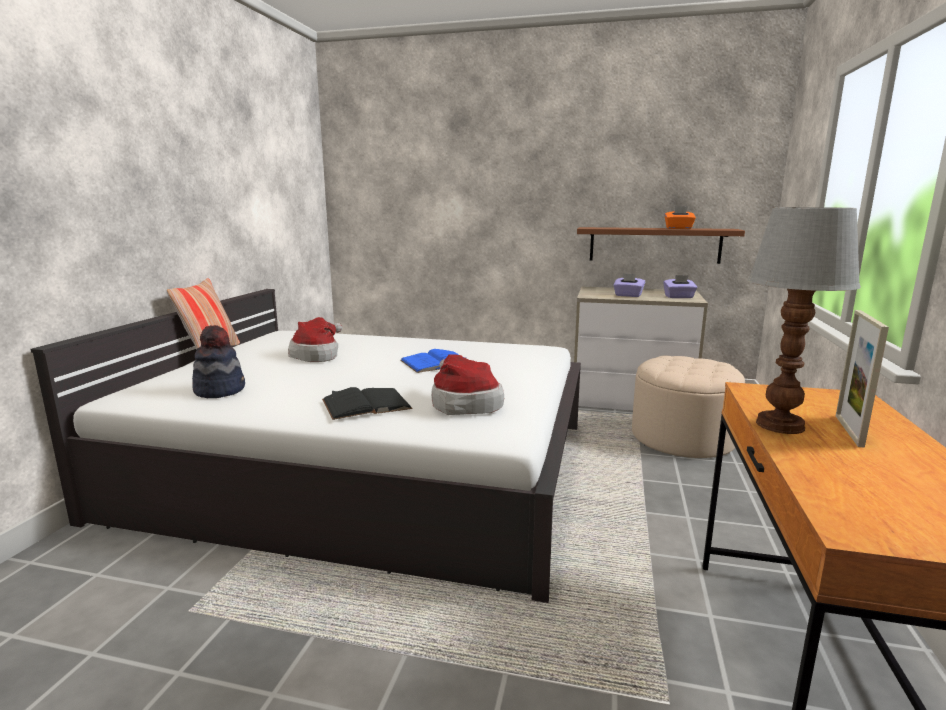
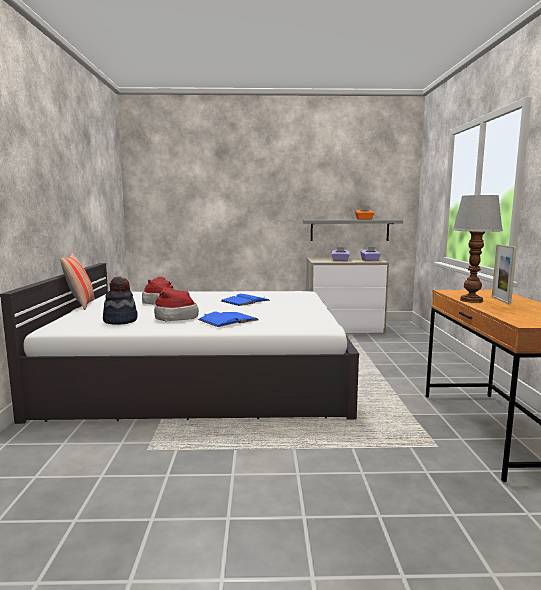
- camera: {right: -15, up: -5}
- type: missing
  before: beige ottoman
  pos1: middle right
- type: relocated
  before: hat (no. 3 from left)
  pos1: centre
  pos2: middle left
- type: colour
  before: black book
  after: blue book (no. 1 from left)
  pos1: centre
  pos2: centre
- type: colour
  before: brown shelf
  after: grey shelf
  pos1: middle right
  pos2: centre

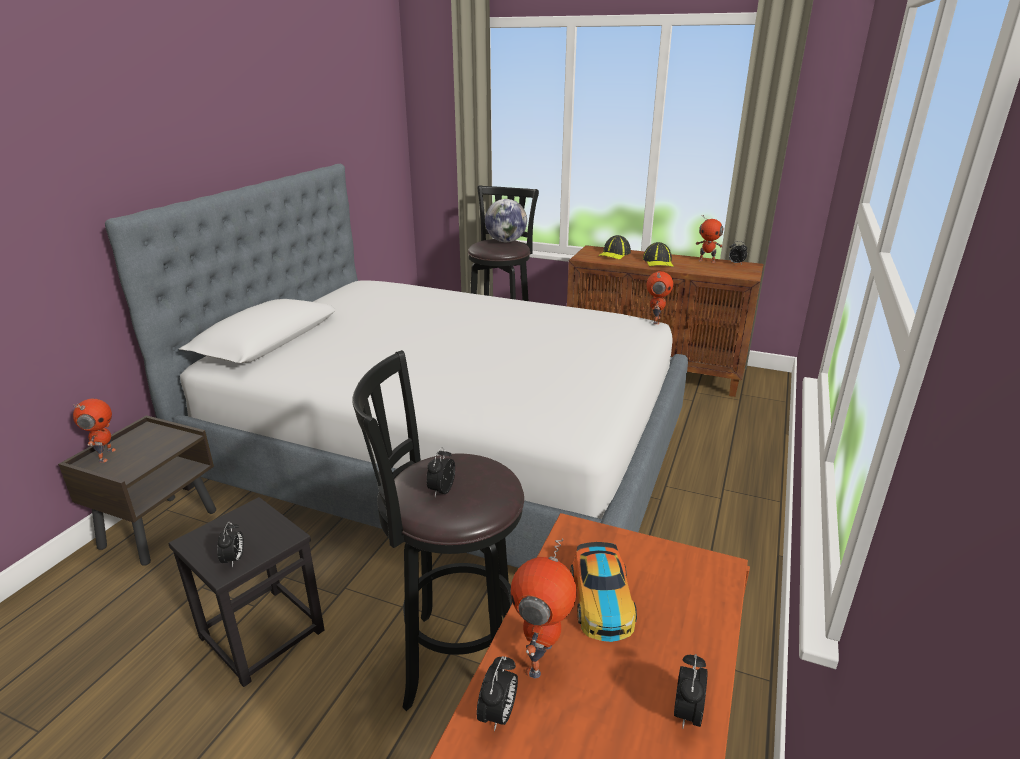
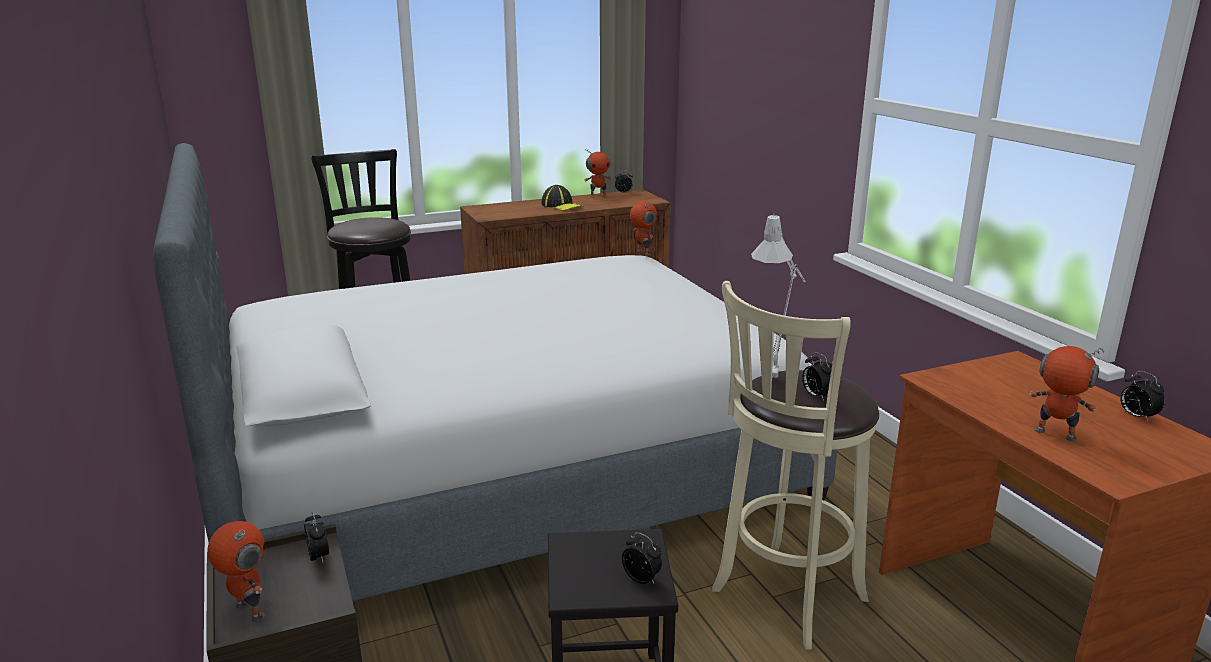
- camera: {right: -45, up: -5}
- type: missing
  before: globe
  pos1: top centre
- type: missing
  before: toy car
  pos1: bottom centre
- type: missing
  before: cap (no. 1 from left)
  pos1: top centre
- type: appeared
  after: grey table lamp
  pos2: centre
- type: relocated
  before: alarm clock (no. 3 from left in the first image)
  after: alarm clock (no. 1 from left)
  pos1: bottom centre
  pos2: bottom left
- type: colour
  before: black stool (no. 2 from left)
  after: beige stool
  pos1: bottom centre
  pos2: bottom centre
- type: spun
  before: toy robot (no. 2 from left in the first image)
  pos1: bottom centre
  pos2: middle right
  turn: 150

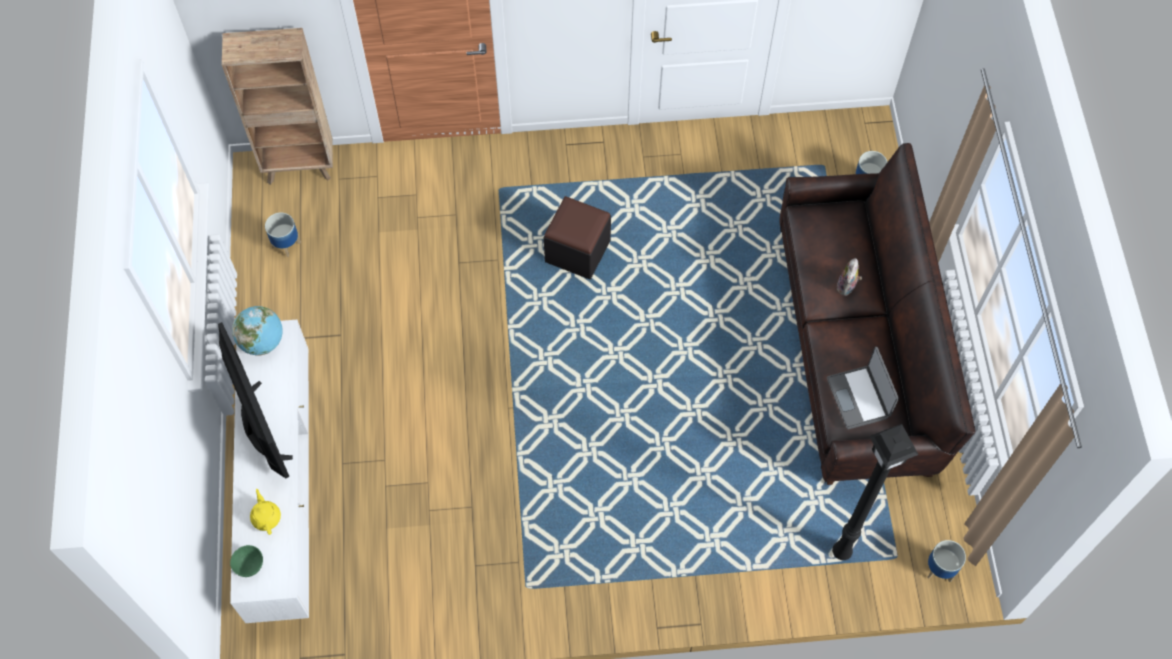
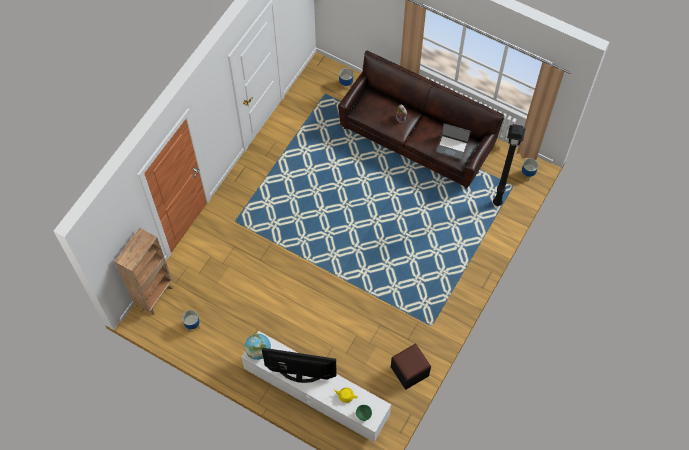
- camera: {right: -55, up: 0}
- type: relocated
  before: black ottoman
  pos1: centre
  pos2: bottom centre

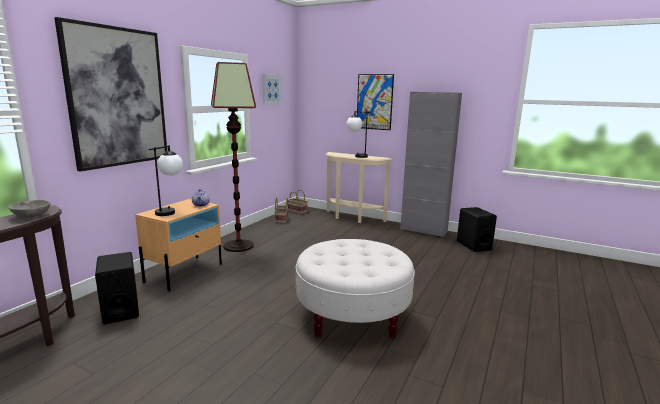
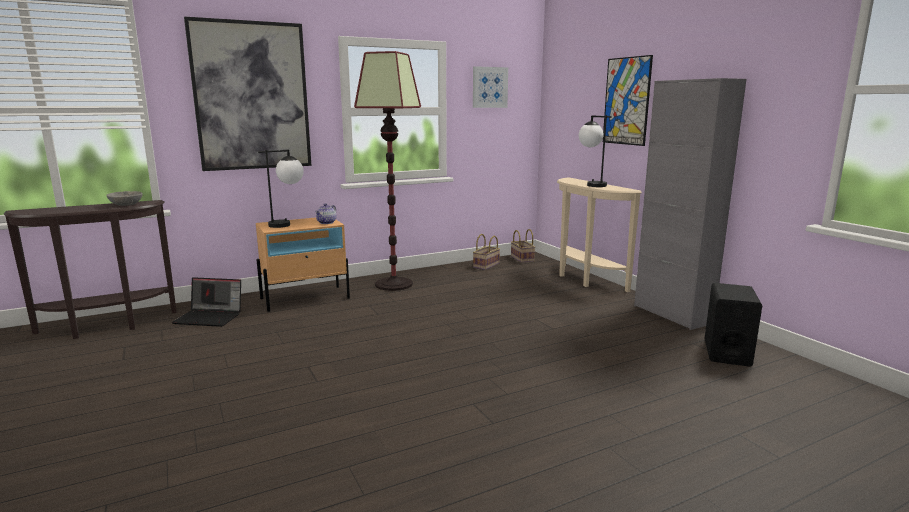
- camera: {right: 35, up: 0}
- type: missing
  before: white ottoman
  pos1: bottom centre
- type: exchanged
  before: black speaker (no. 1 from left)
  after: laptop
  pos1: bottom left
  pos2: middle left

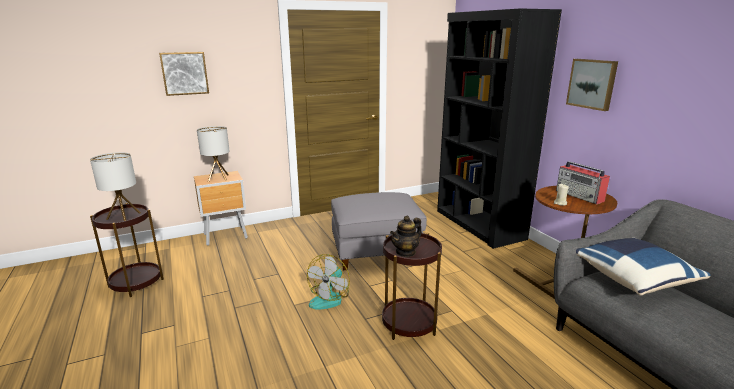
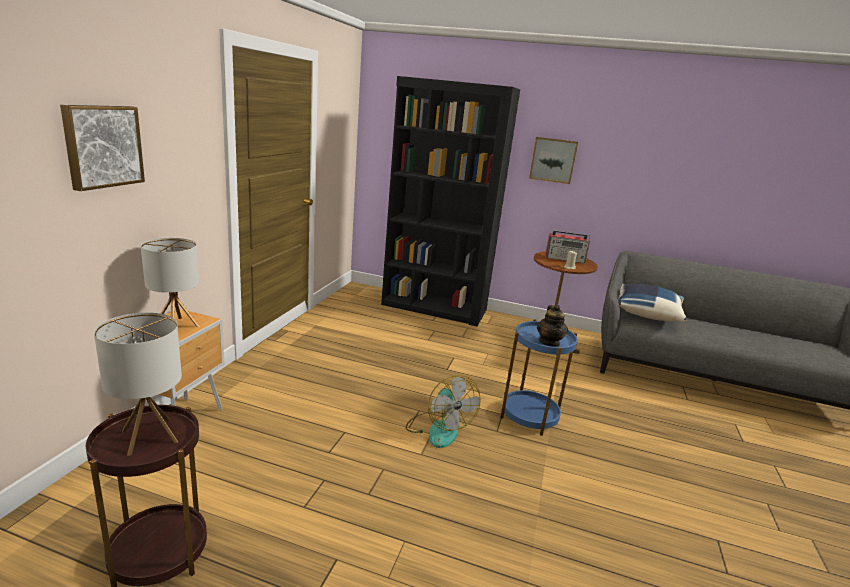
- camera: {right: -50, up: 0}
- type: missing
  before: grey ottoman
  pos1: centre
- type: colour
  before: brown side table (no. 2 from left)
  after: blue side table
  pos1: bottom centre
  pos2: centre

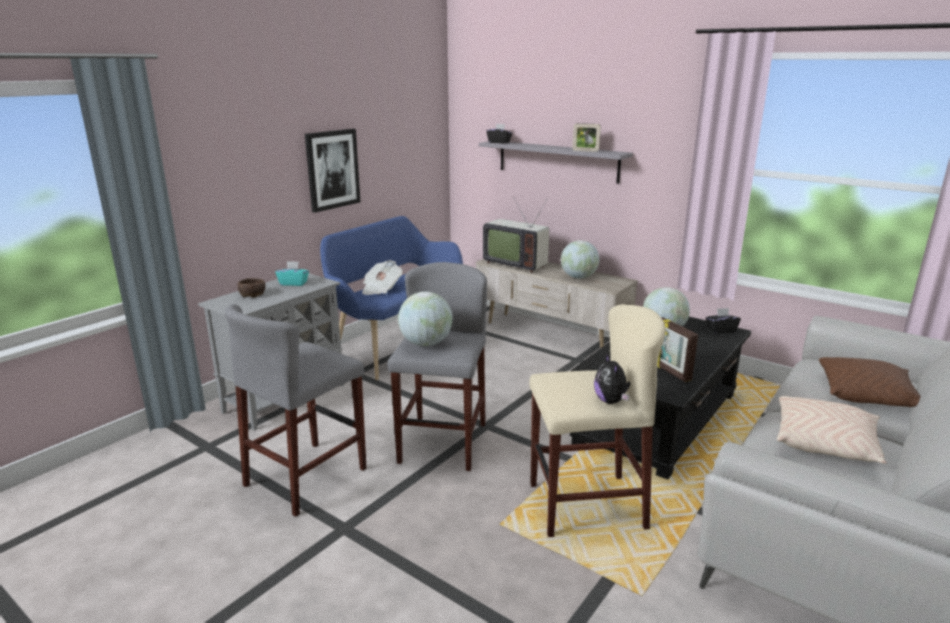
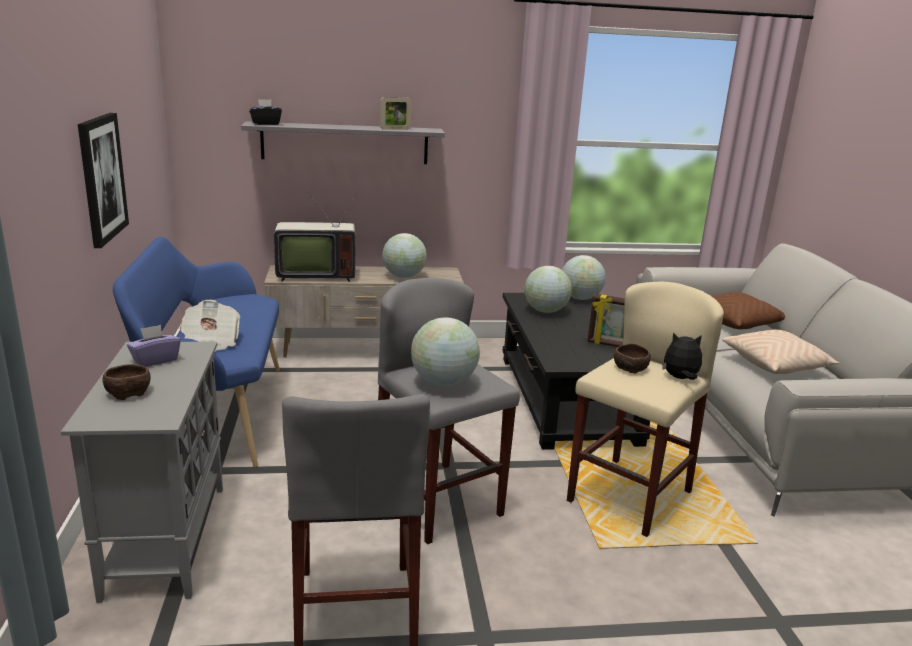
- camera: {right: -45, up: 0}
- type: appeared
  after: brown bowl (no. 2 from left)
  pos2: middle right
- type: exchanged
  before: black tissue box (no. 2 from left)
  after: globe (no. 4 from left)
  pos1: middle right
  pos2: centre
- type: colour
  before: turquoise tissue box
  after: purple tissue box
  pos1: middle left
  pos2: middle left
- type: spun
  before: plush toy
  pos1: centre
  pos2: middle right
  turn: 150

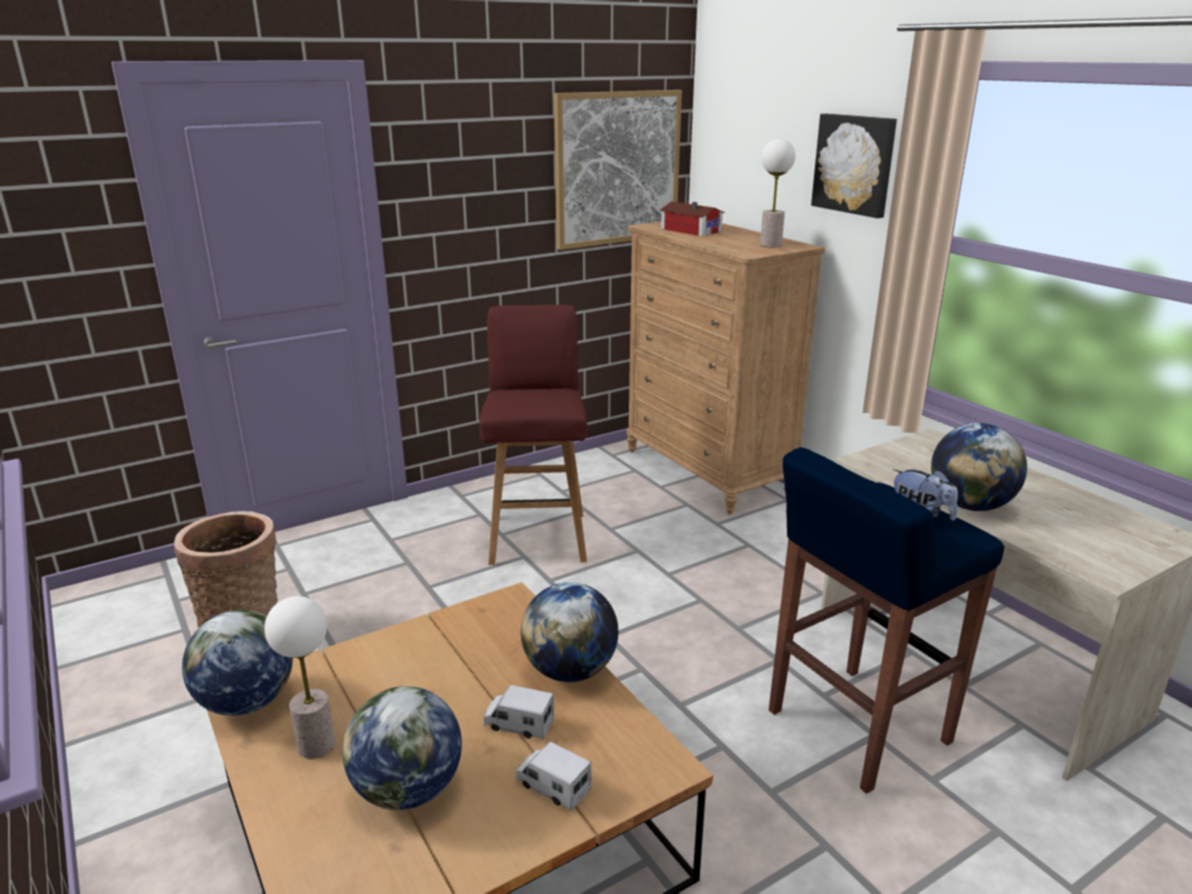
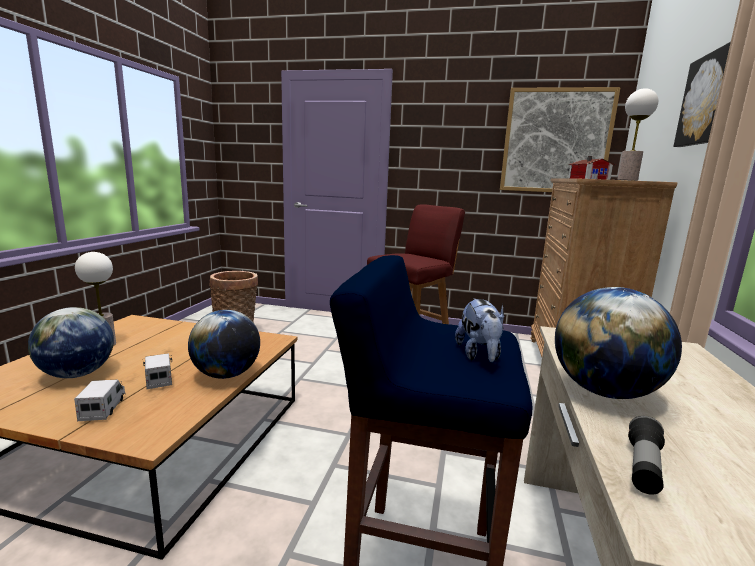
- camera: {right: 45, up: -10}
- type: missing
  before: globe (no. 1 from left)
  pos1: bottom left
- type: appeared
  after: flashlight
  pos2: bottom right

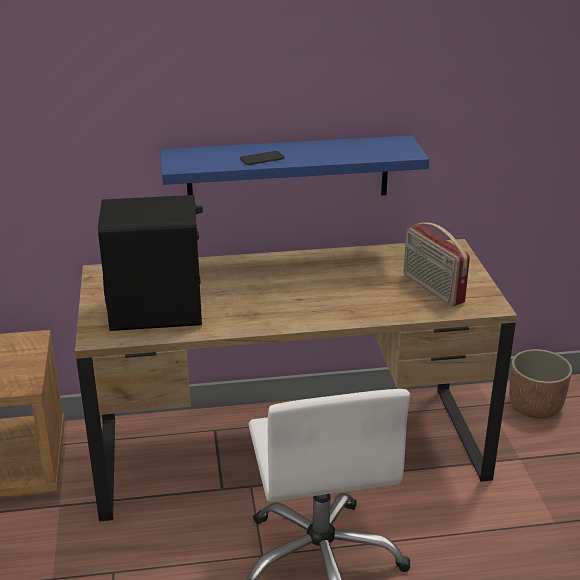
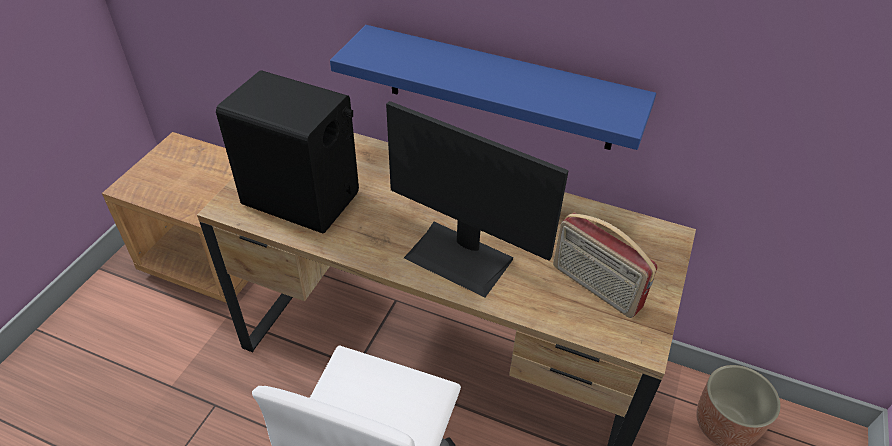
- camera: {right: 30, up: 15}
- type: missing
  before: phone
  pos1: top centre
- type: appeared
  after: monitor
  pos2: centre
- type: spun
  before: radio
  pos1: middle right
  pos2: middle right
  turn: -45

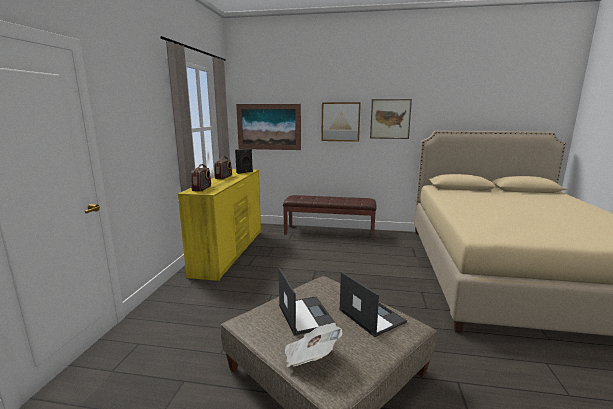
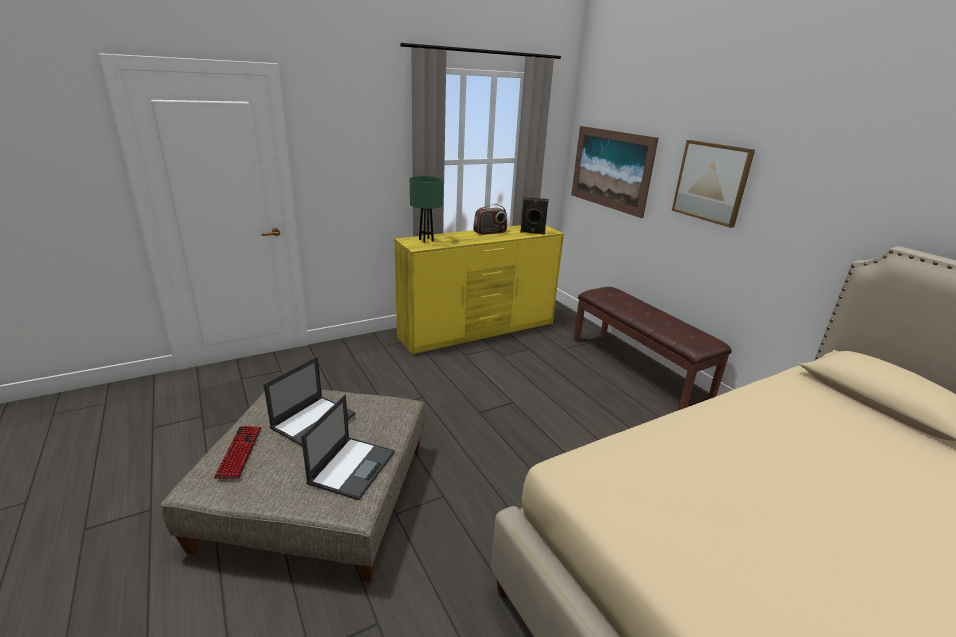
- camera: {right: 50, up: 10}
- type: missing
  before: picture (no. 3 from left)
  pos1: top centre
- type: exchanged
  before: radio (no. 1 from left)
  after: green table lamp
  pos1: middle left
  pos2: top centre
- type: exchanged
  before: newspaper
  after: keyboard
  pos1: bottom centre
  pos2: bottom left

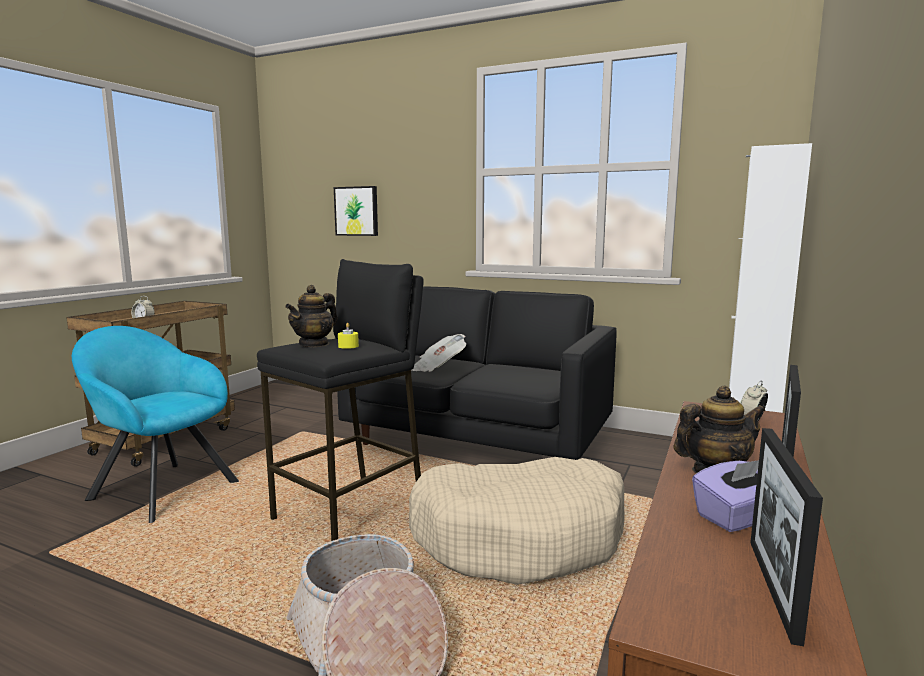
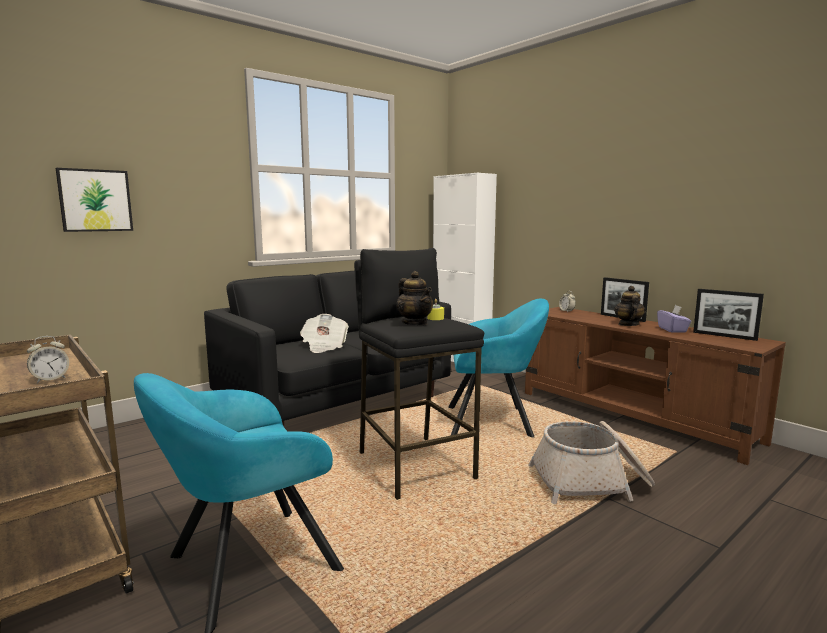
- camera: {right: -65, up: 0}
- type: exchanged
  before: beige dog bed
  after: turquoise armchair (no. 2 from left)
  pos1: bottom centre
  pos2: centre

